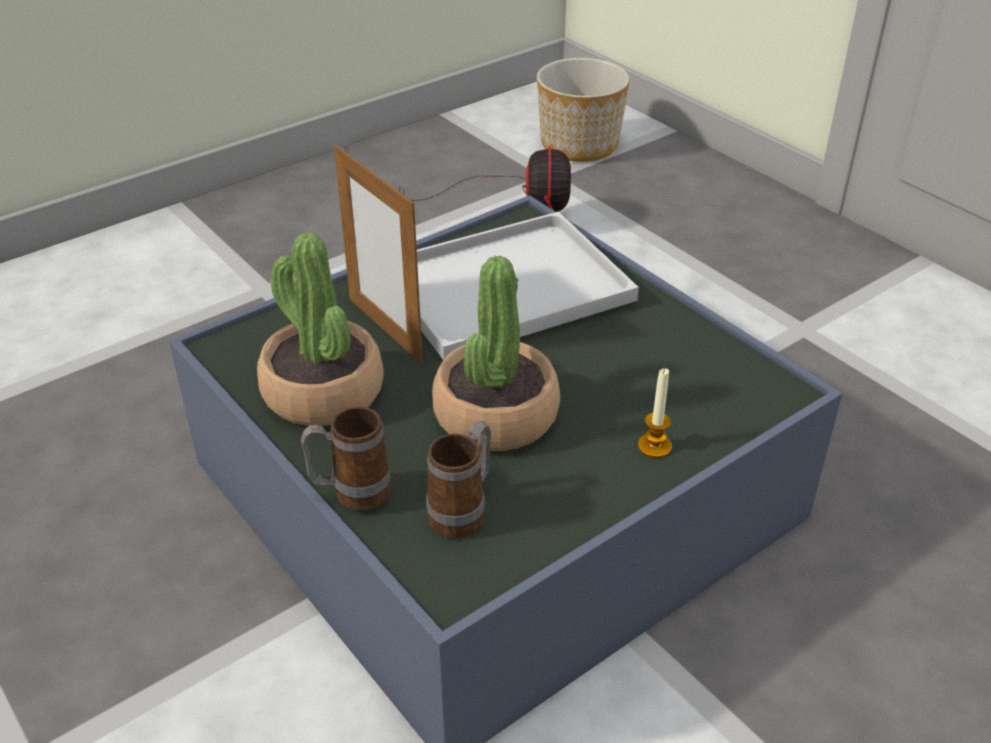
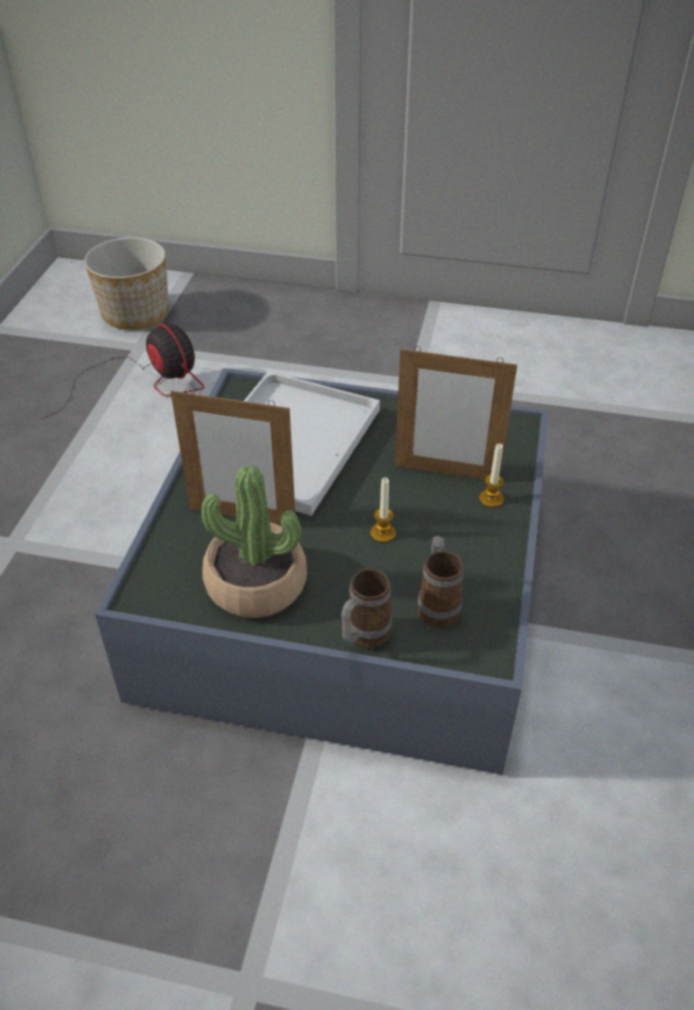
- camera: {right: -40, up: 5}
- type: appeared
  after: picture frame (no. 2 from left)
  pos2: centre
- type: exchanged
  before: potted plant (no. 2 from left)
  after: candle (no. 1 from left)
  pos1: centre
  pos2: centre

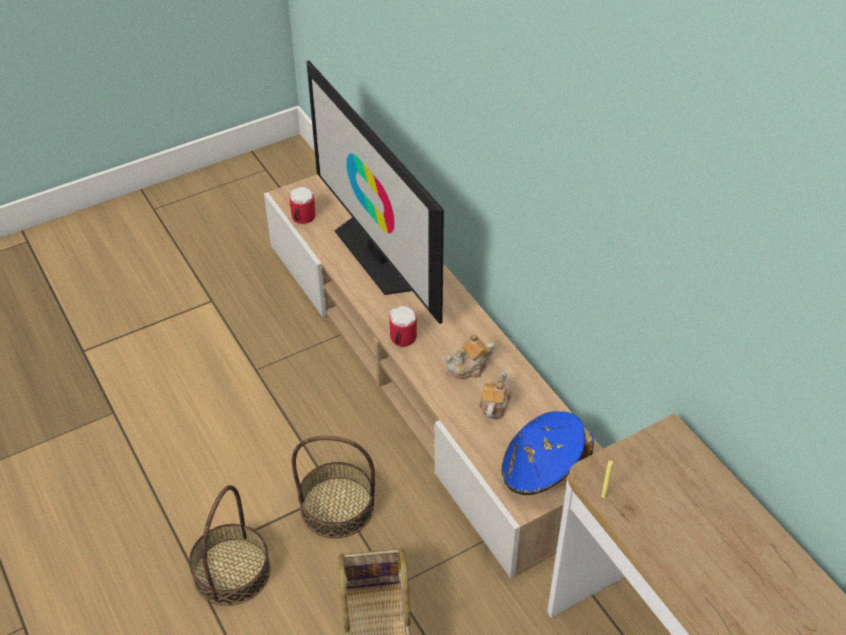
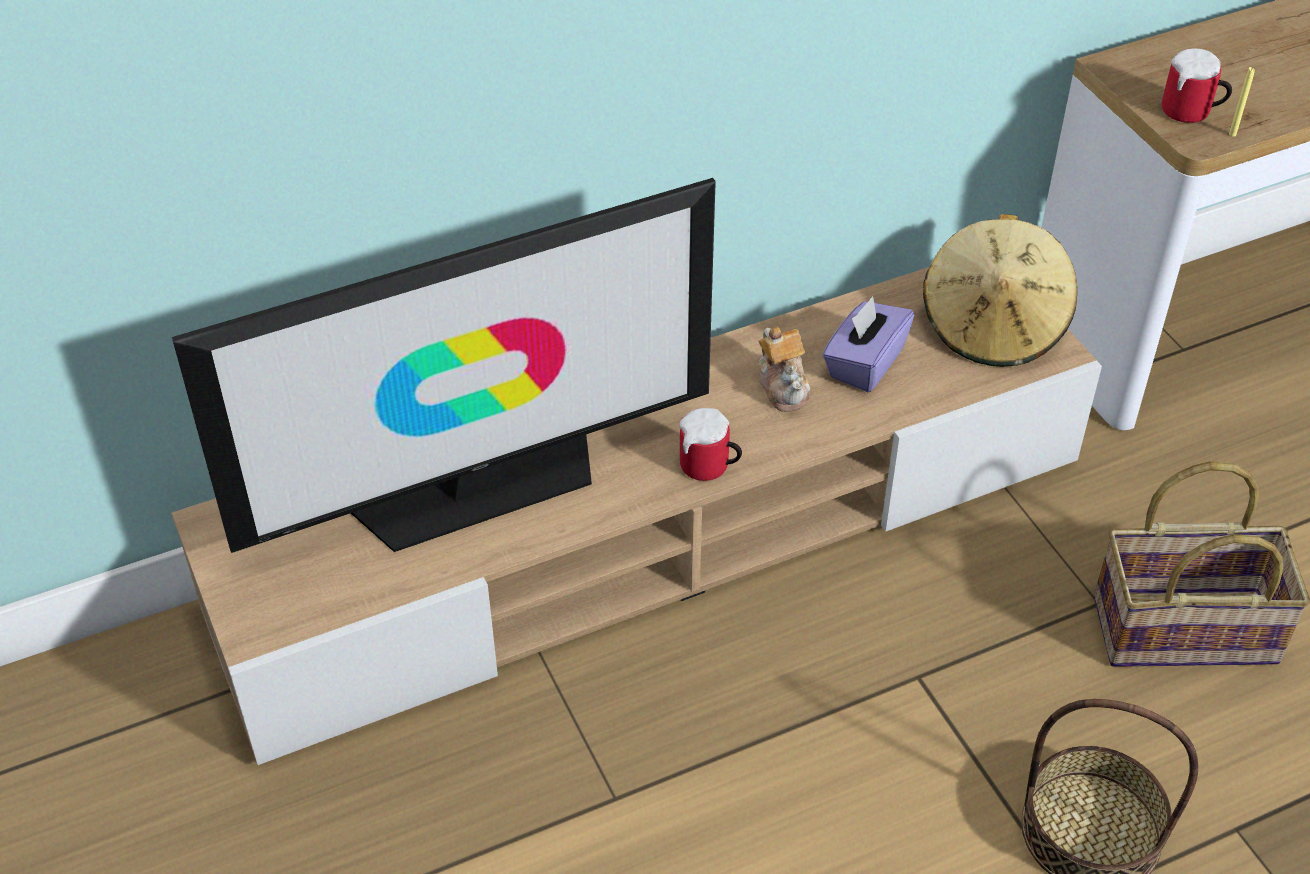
- camera: {right: -85, up: 0}
- type: missing
  before: basket (no. 2 from left)
  pos1: bottom centre
- type: relocated
  before: mug (no. 1 from left in the first image)
  after: mug (no. 2 from left)
  pos1: top centre
  pos2: top right
- type: exchanged
  before: teapot (no. 2 from left)
  after: purple tissue box
  pos1: centre
  pos2: centre
- type: colour
  before: blue hat
  after: beige hat
  pos1: bottom centre
  pos2: top right

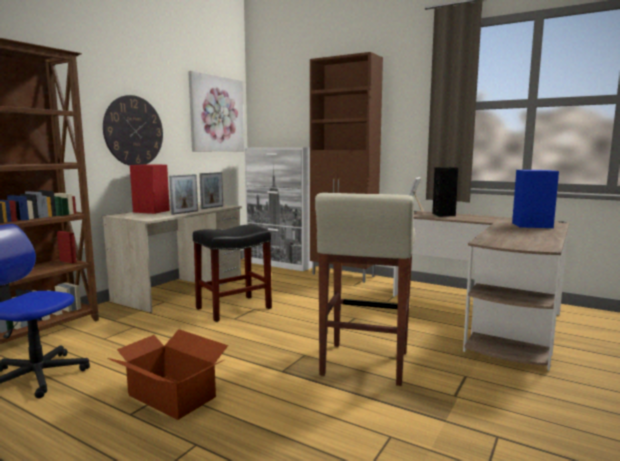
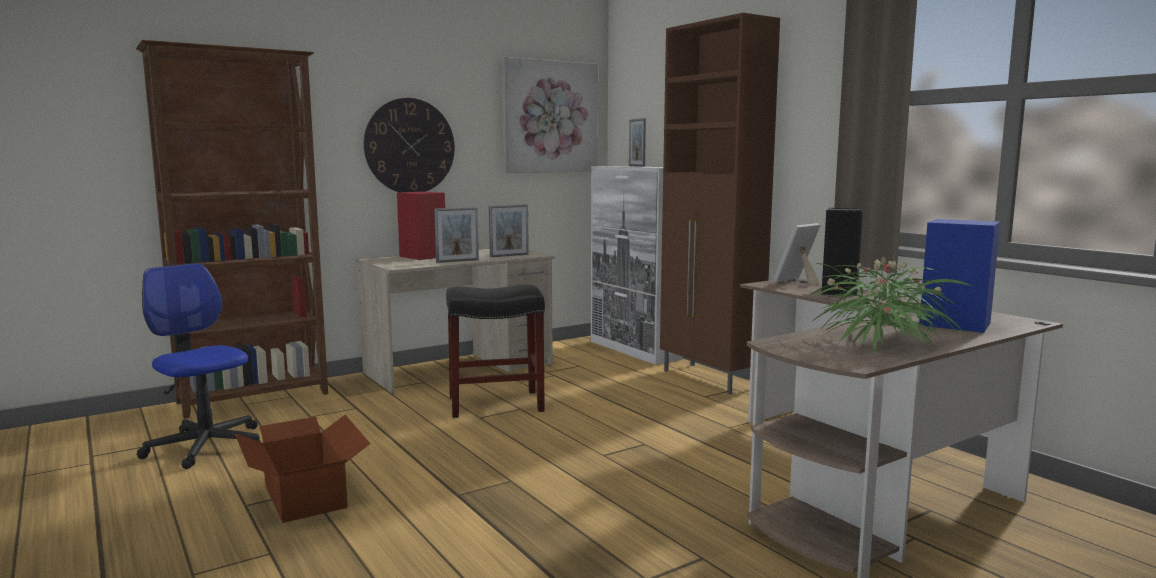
- camera: {right: 25, up: 0}
- type: missing
  before: beige stool
  pos1: centre
- type: appeared
  after: picture frame (no. 3 from left)
  pos2: top centre
- type: appeared
  after: potted plant
  pos2: middle right

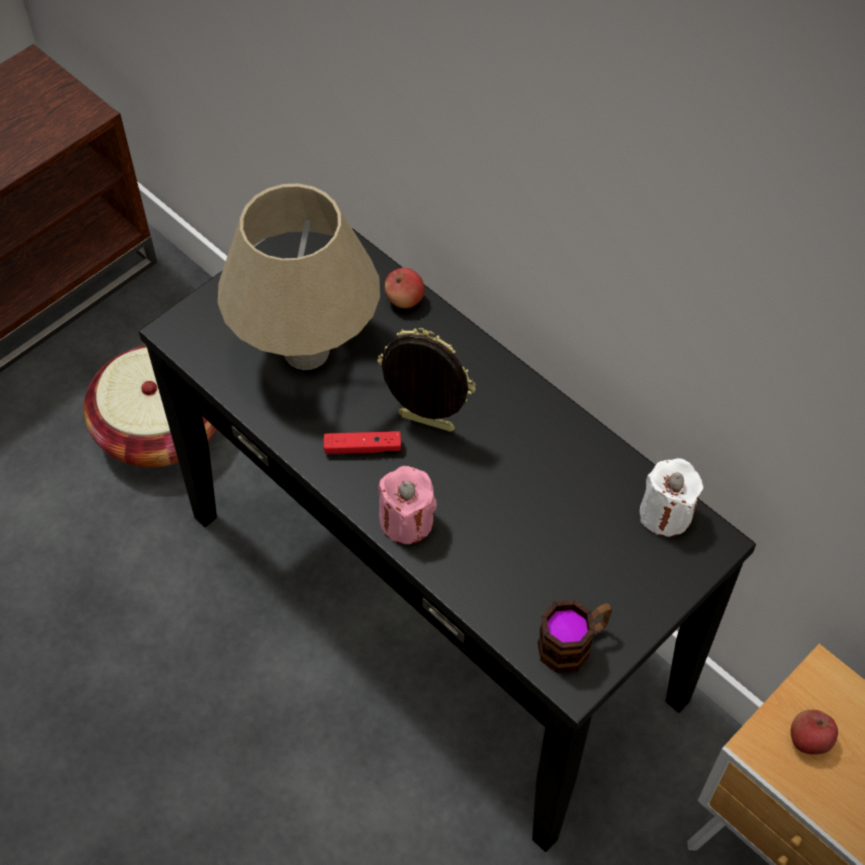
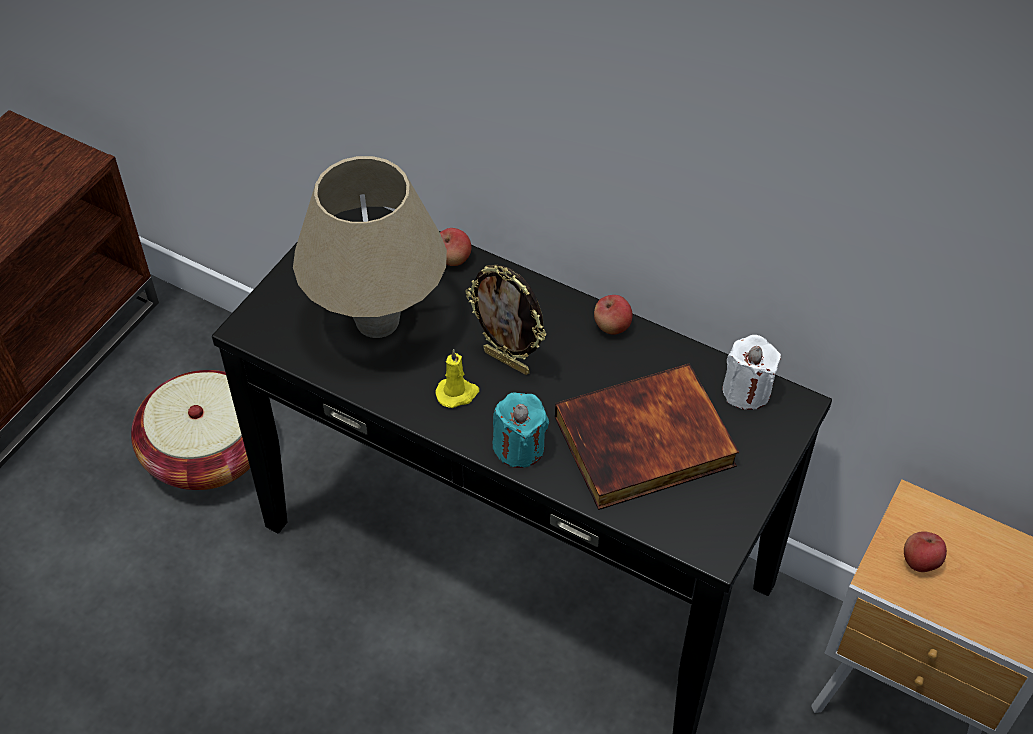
- camera: {right: -15, up: -5}
- type: missing
  before: mug
  pos1: bottom centre
- type: appeared
  after: book
  pos2: centre
- type: appeared
  after: apple (no. 2 from left)
  pos2: centre
- type: exchanged
  before: red game controller
  after: yellow candle
  pos1: centre
  pos2: centre
- type: colour
  before: pink candle
  after: turquoise candle
  pos1: centre
  pos2: centre
- type: spun
  before: picture frame
  pos1: centre
  pos2: centre
  turn: -150

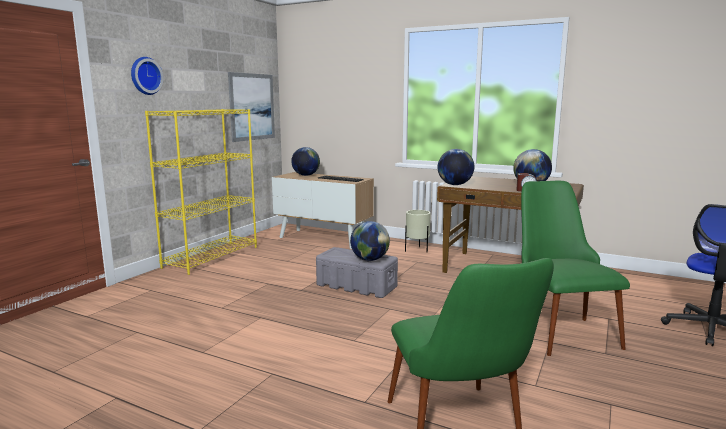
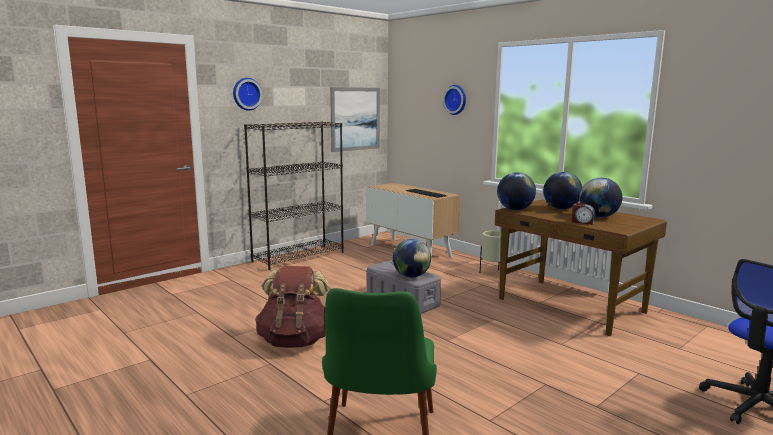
- camera: {right: 20, up: 0}
- type: missing
  before: green chair (no. 2 from left)
  pos1: middle right
- type: appeared
  after: brown backpack
  pos2: bottom centre
- type: appeared
  after: wall clock (no. 2 from left)
  pos2: top centre
- type: relocated
  before: globe (no. 1 from left in the first image)
  after: globe (no. 3 from left)
  pos1: centre
  pos2: middle right
- type: colour
  before: yellow bookcase
  after: black bookcase
  pos1: middle left
  pos2: centre

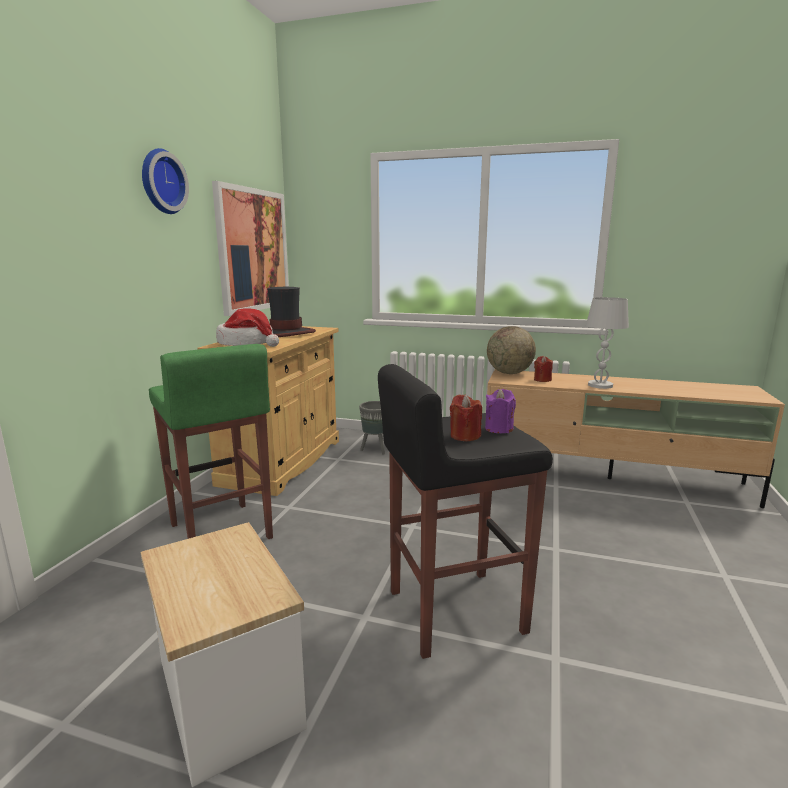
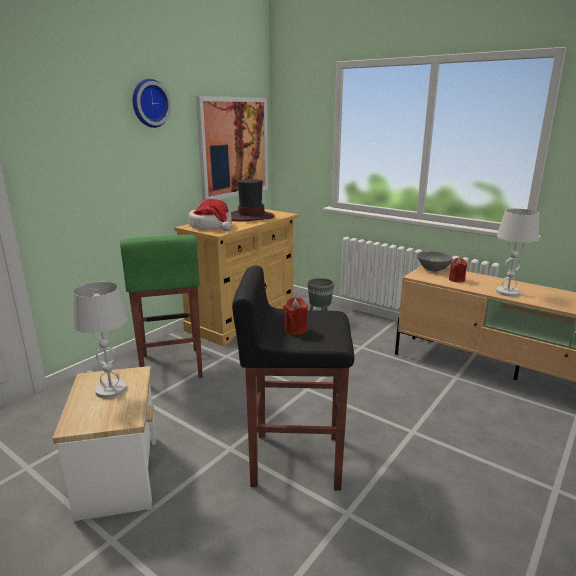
- camera: {right: 20, up: 5}
- type: missing
  before: purple candle
  pos1: centre
- type: appeared
  after: white table lamp (no. 1 from left)
  pos2: middle left
- type: exchanged
  before: globe
  after: grey bowl
  pos1: centre
  pos2: middle right

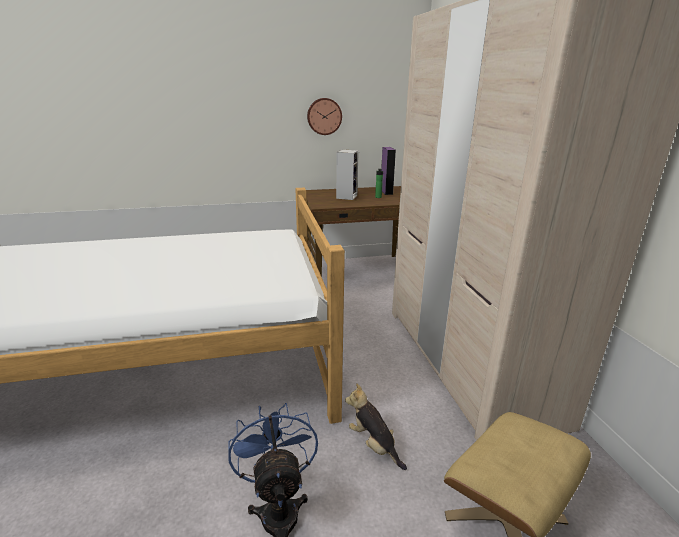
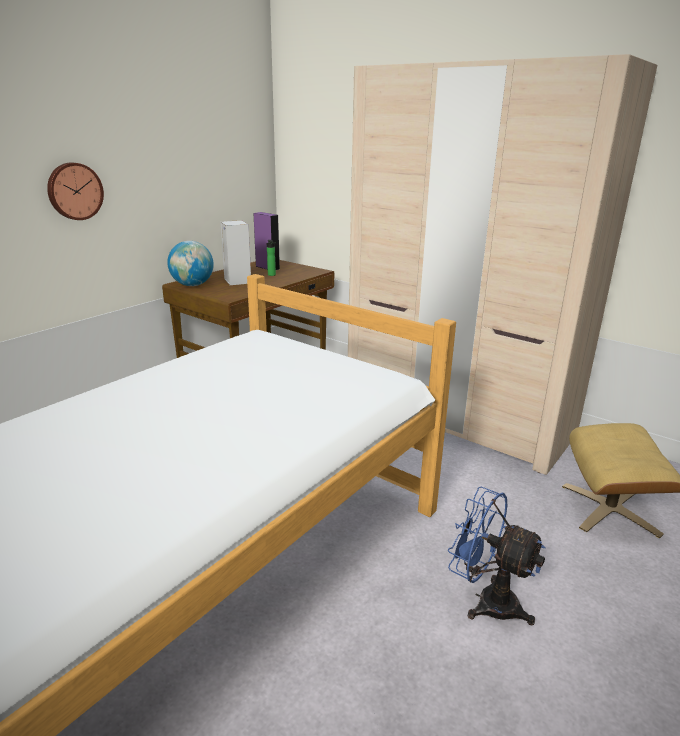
- camera: {right: -40, up: 0}
- type: missing
  before: plush toy
  pos1: bottom centre
- type: appeared
  after: globe
  pos2: middle left
- type: relocated
  before: wall clock
  pos1: top centre
  pos2: top left

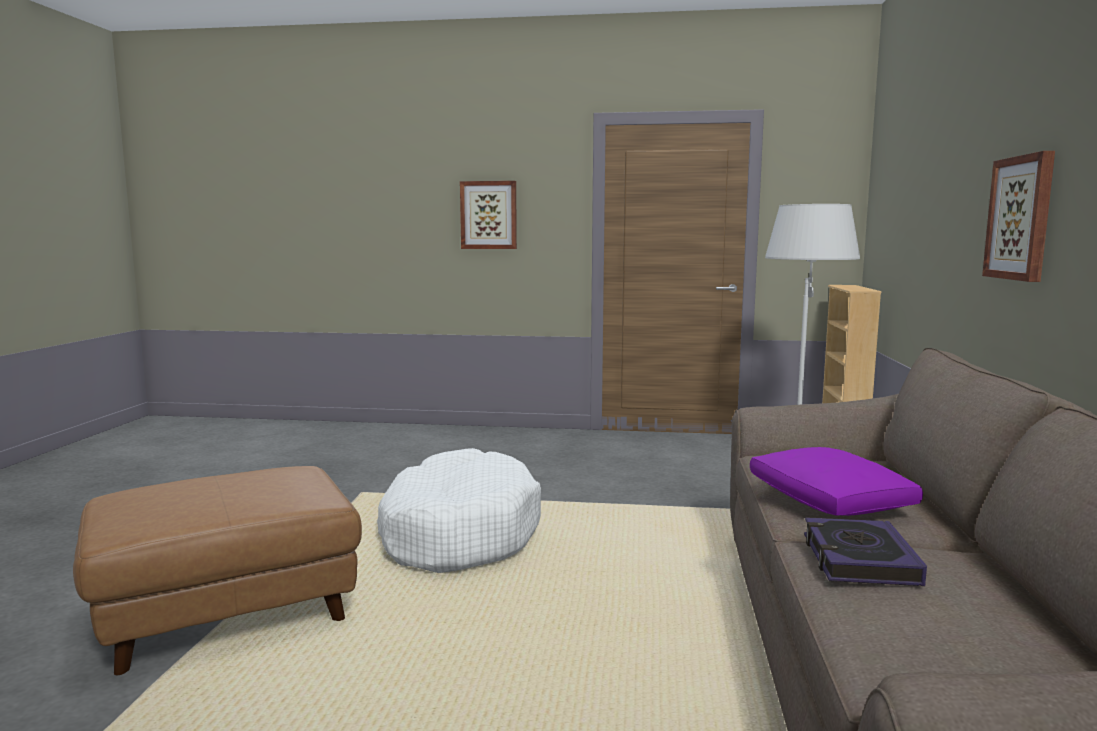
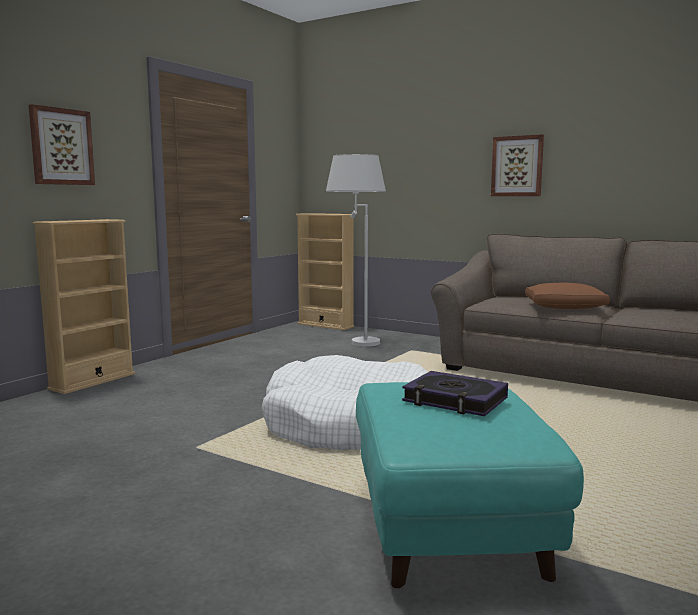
- camera: {right: -65, up: 0}
- type: appeared
  after: beige bookcase (no. 1 from left)
  pos2: middle left
- type: relocated
  before: book
  pos1: bottom right
  pos2: centre
- type: colour
  before: brown ottoman
  after: turquoise ottoman
  pos1: bottom left
  pos2: bottom right
- type: colour
  before: purple pillow
  after: brown pillow
  pos1: middle right
  pos2: middle right

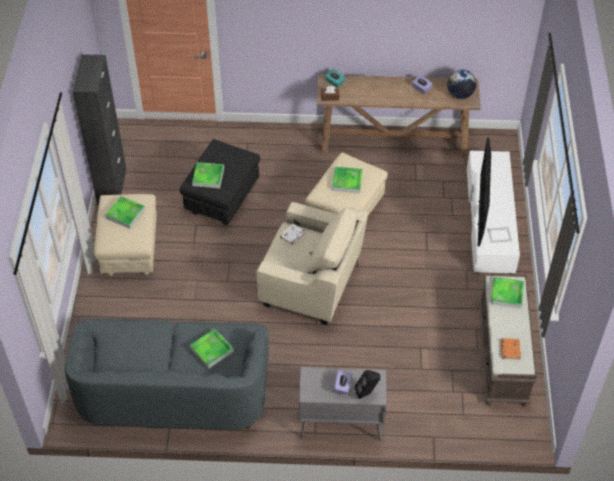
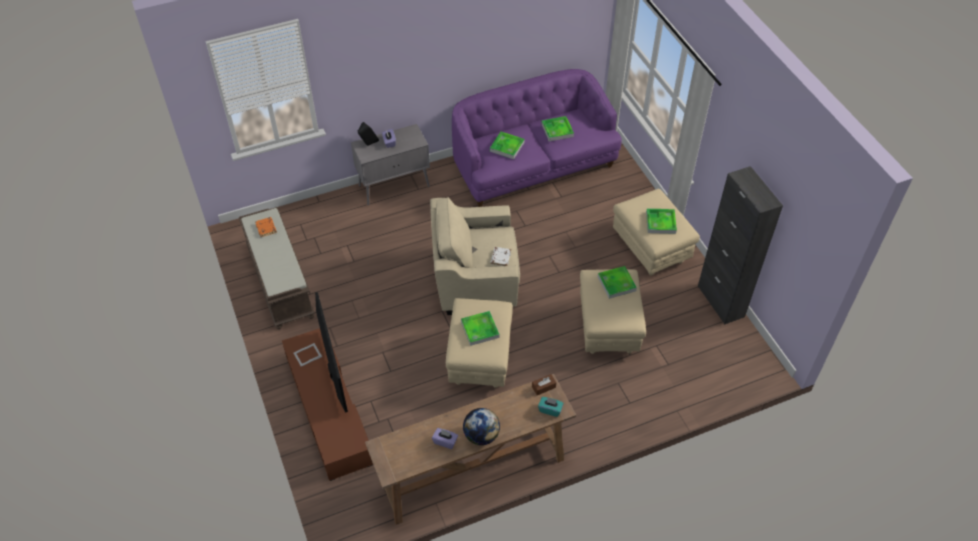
- camera: {right: 155, up: 0}
- type: relocated
  before: globe
  pos1: top right
  pos2: bottom centre
- type: relocated
  before: tray (no. 5 from left in the first image)
  after: tray (no. 3 from left)
  pos1: middle right
  pos2: top centre
- type: colour
  before: grey sofa
  after: purple sofa
  pos1: bottom left
  pos2: top centre
- type: colour
  before: black ottoman
  after: beige ottoman (no. 2 from left)
  pos1: centre
  pos2: centre
- type: colour
  before: white tv stand
  after: brown tv stand
  pos1: middle right
  pos2: bottom centre

